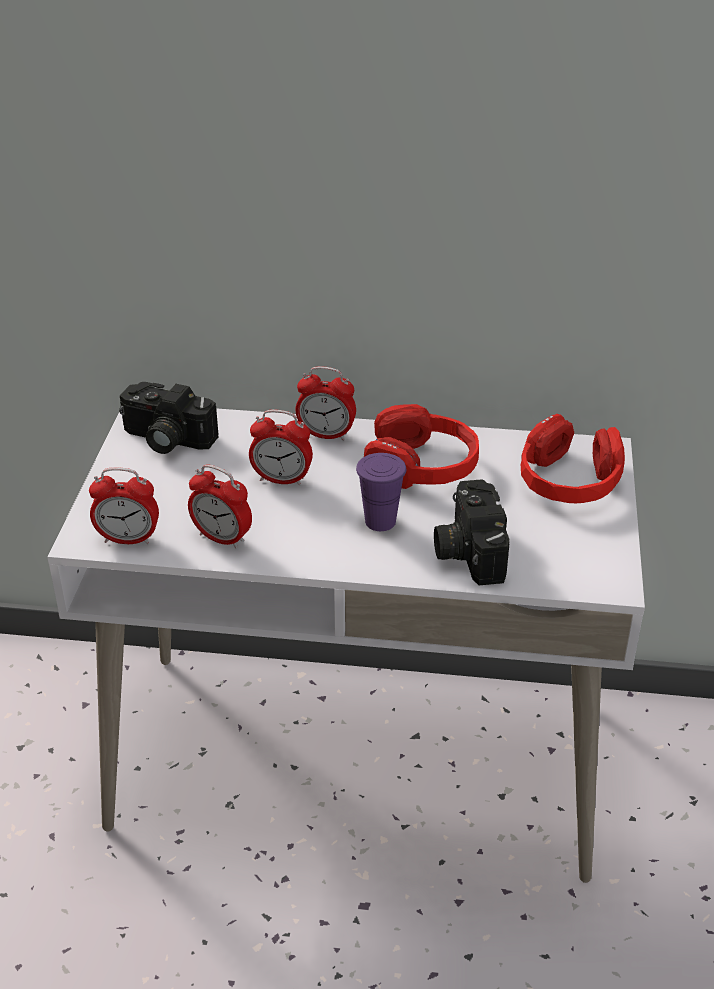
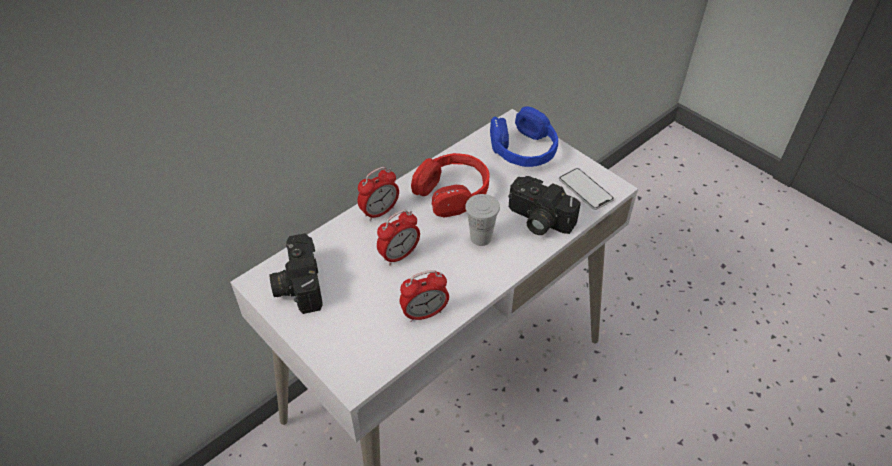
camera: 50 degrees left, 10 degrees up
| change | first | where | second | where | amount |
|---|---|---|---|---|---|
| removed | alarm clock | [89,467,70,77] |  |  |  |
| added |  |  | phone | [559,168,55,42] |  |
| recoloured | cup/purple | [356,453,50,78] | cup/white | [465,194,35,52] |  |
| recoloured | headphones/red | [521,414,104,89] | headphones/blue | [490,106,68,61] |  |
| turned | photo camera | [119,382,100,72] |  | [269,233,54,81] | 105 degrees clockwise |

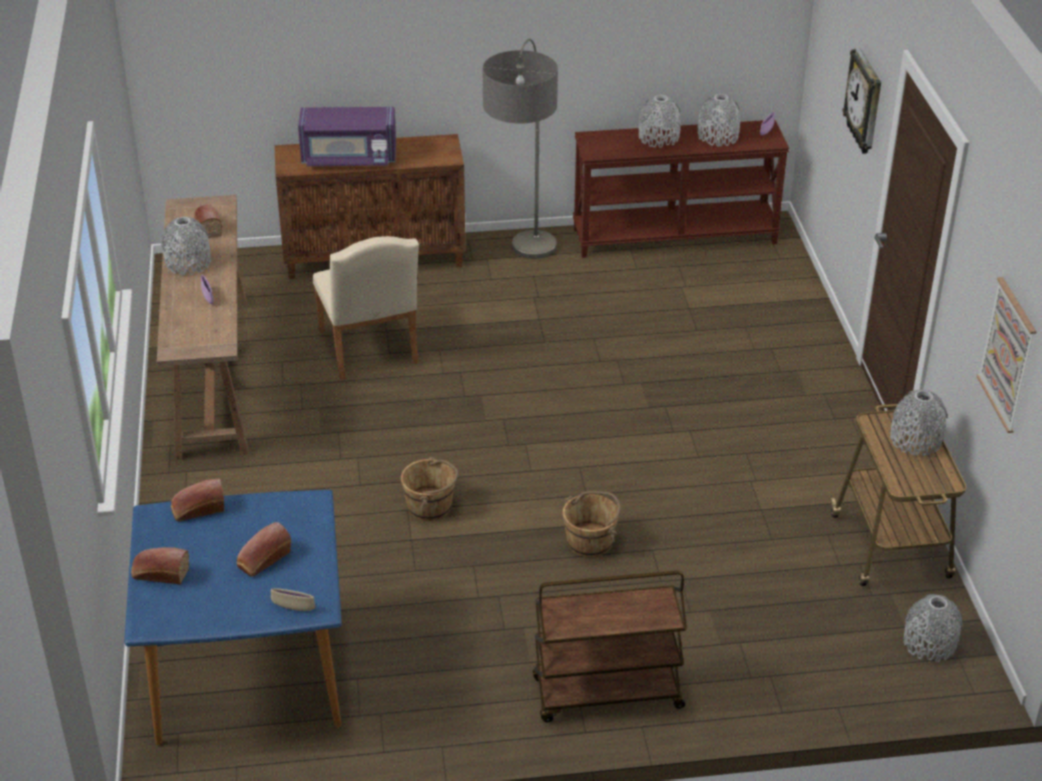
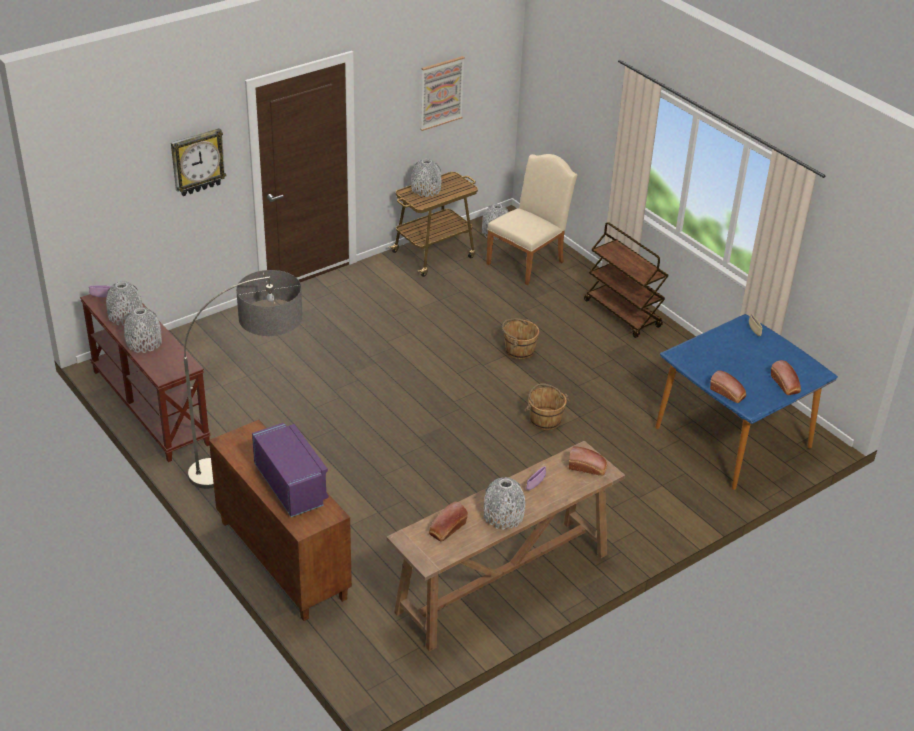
camera: 120 degrees left, 0 degrees up
| change | first | where | second | where | amount |
|---|---|---|---|---|---|
| moved | bread | [237,522,54,55] |  | [569,446,38,30] |  |
| moved | chair/beige | [313,236,106,143] |  | [486,154,91,131] |  |

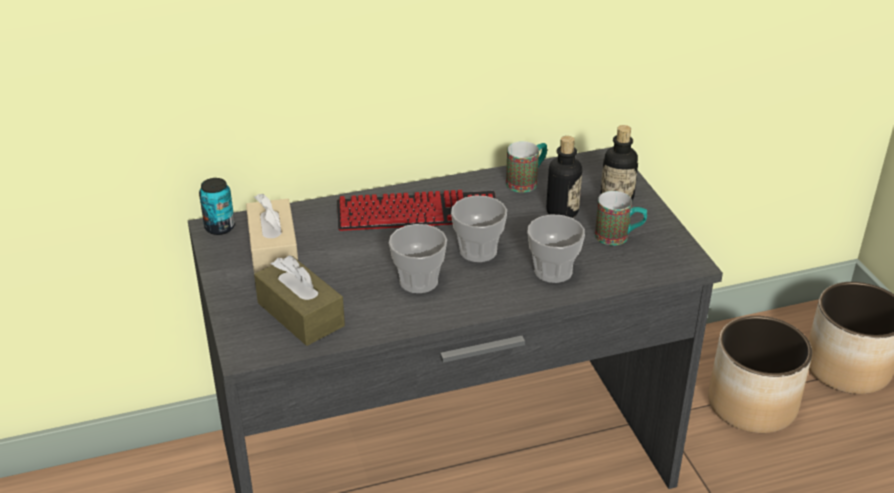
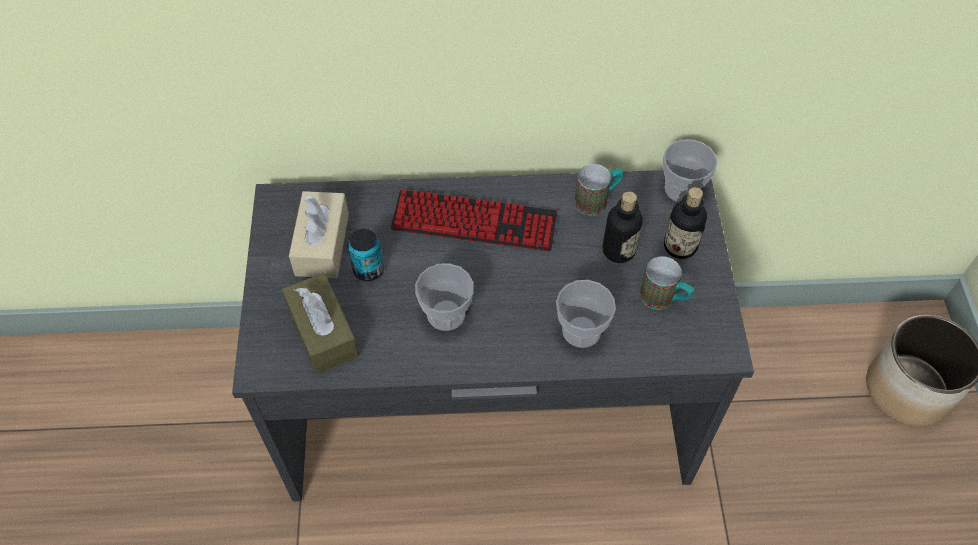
camera: 15 degrees right, 20 degrees up
| change | first | where | second | where | amount |
|---|---|---|---|---|---|
| removed | planter | [708,316,104,117] |  |  |  |
| moved | can | [199,178,36,57] |  | [348,229,36,52] |  |
| moved | cup | [451,196,56,66] |  | [663,139,55,63] |  |

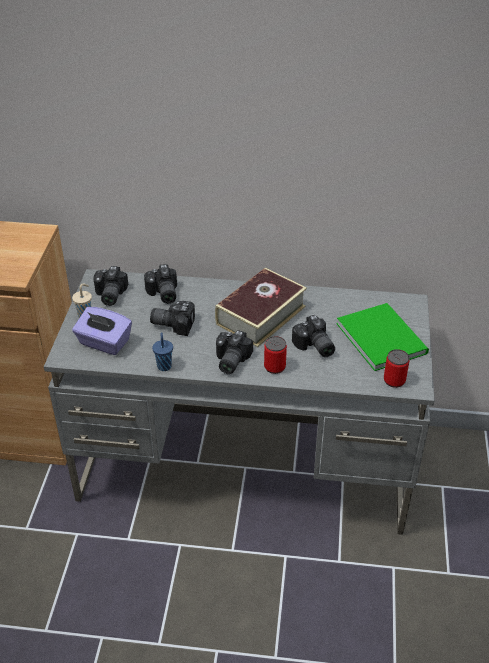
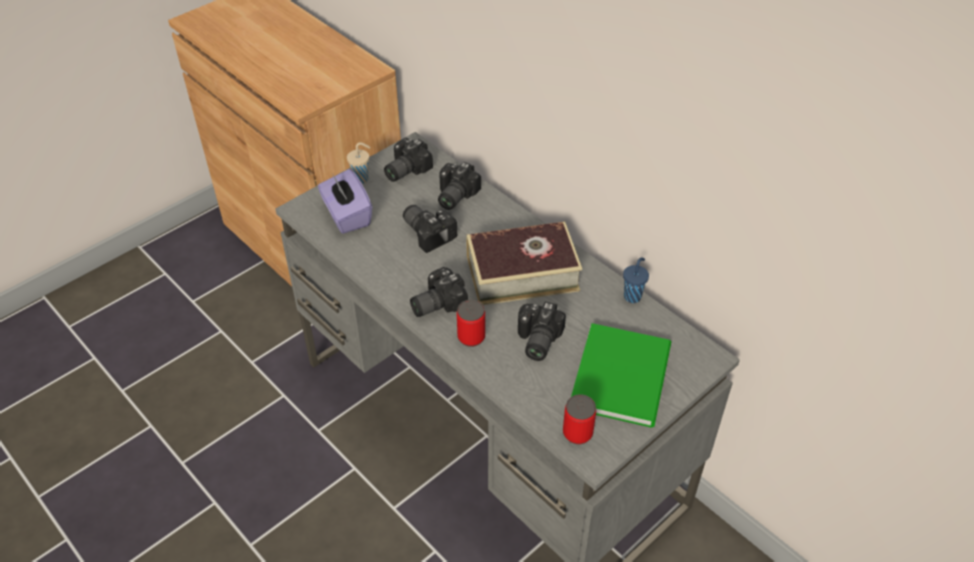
camera: 40 degrees right, 5 degrees up
| change | first | where | second | where | amount |
|---|---|---|---|---|---|
| moved | cup/blue | [152,332,21,39] |  | [623,257,26,46] |  |

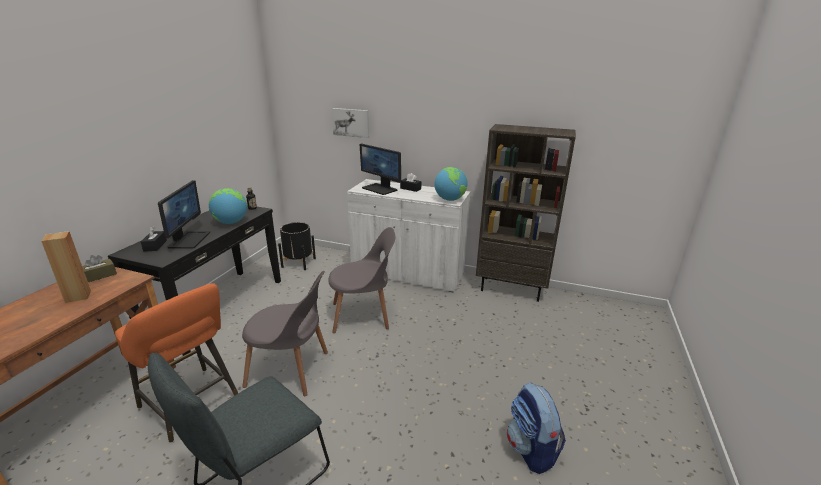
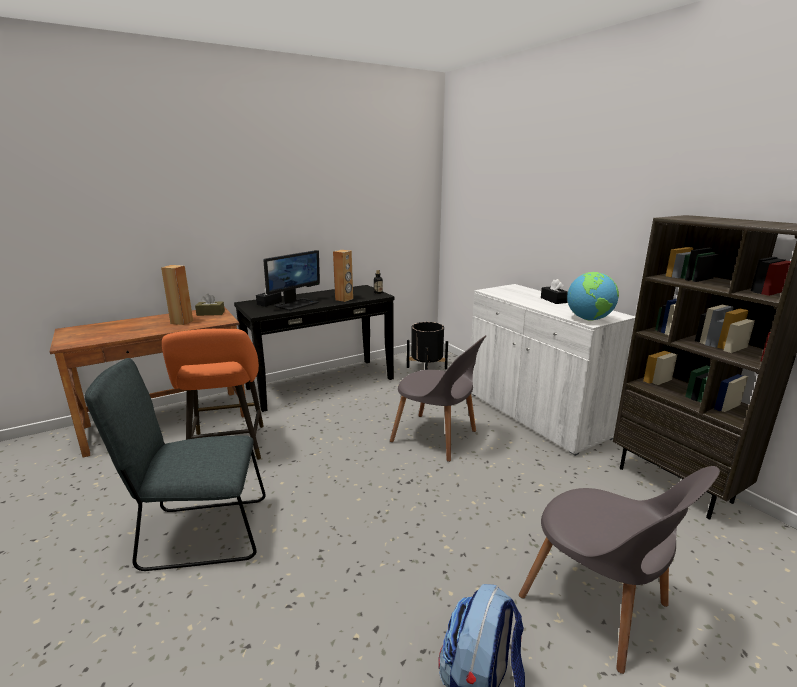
camera: 40 degrees right, 5 degrees down
| change | first | where | second | where | amount |
|---|---|---|---|---|---|
| removed | picture | [332,108,37,30] |  |  |  |
| removed | monitor | [360,143,41,52] |  |  |  |
| moved | chair/grey | [242,271,86,125] |  | [519,466,201,208] |  |
| replaced | globe | [209,188,38,36] | speaker/brown | [333,250,20,52] |  |

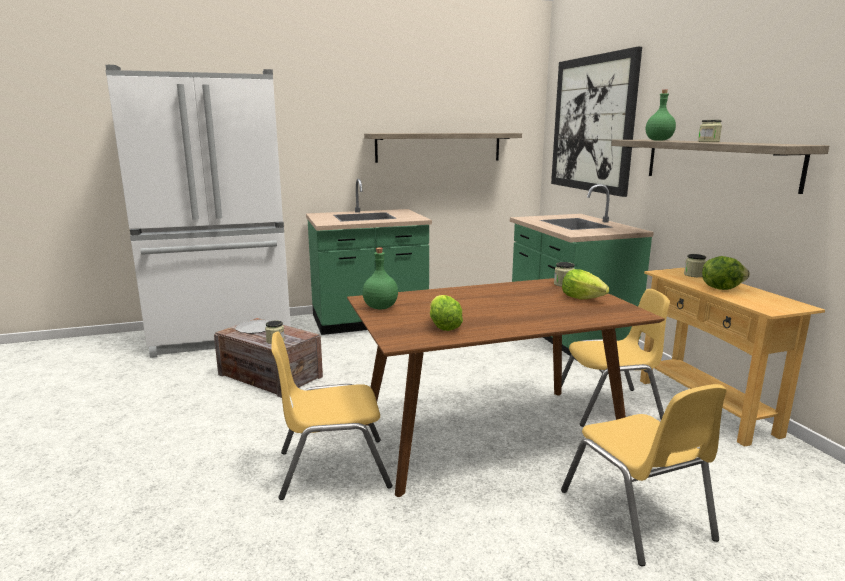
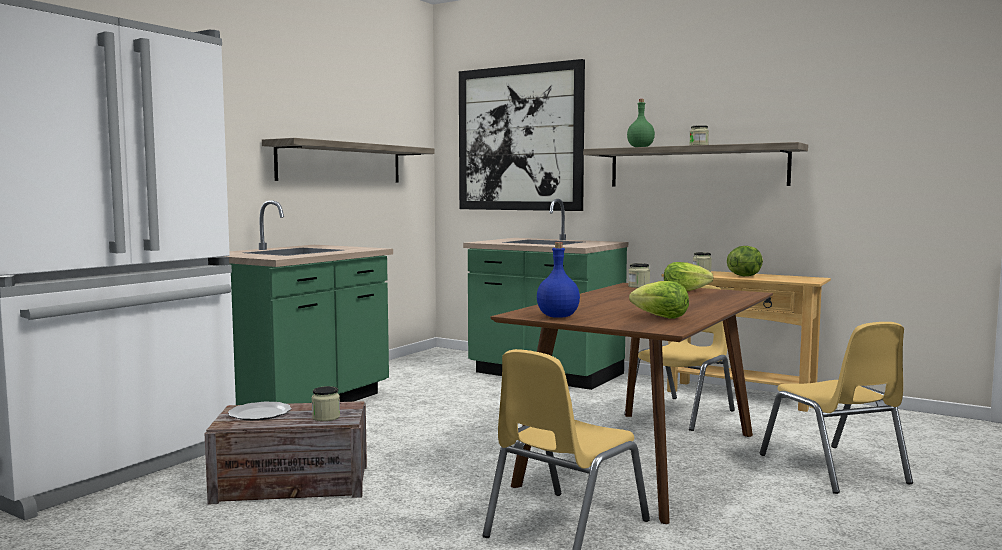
camera: 40 degrees left, 10 degrees down
| change | first | where | second | where | amount |
|---|---|---|---|---|---|
| recoloured | bottle/green | [363,248,35,62] | bottle/blue | [537,242,43,76] |  |
| turned | chair/yellow | [561,384,166,182] |  | [760,322,153,172] | 45 degrees clockwise |

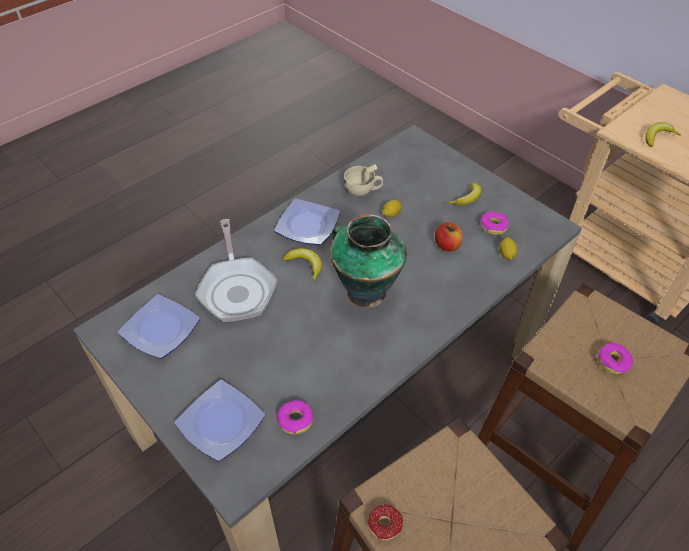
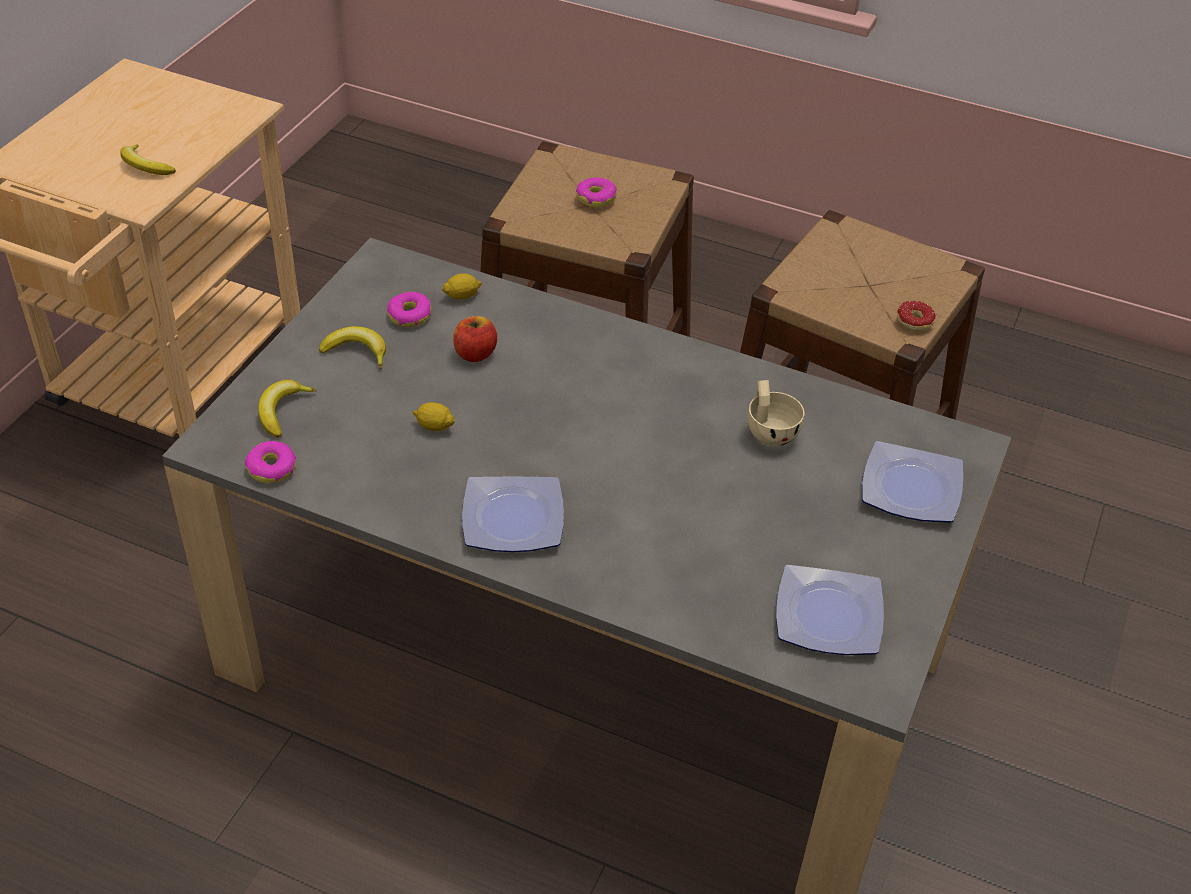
camera: 115 degrees left, 5 degrees down
| change | first | where | second | where | amount |
|---|---|---|---|---|---|
| removed | frying pan | [195,219,82,103] |  |  |  |
| removed | vase | [330,215,77,93] |  |  |  |
| moved | donut | [277,400,36,35] |  | [245,441,51,42] |  |
| moved | banana | [283,248,39,34] |  | [258,380,58,58] |  |
| moved | cup/beige | [344,164,39,32] |  | [748,380,57,66] |  |

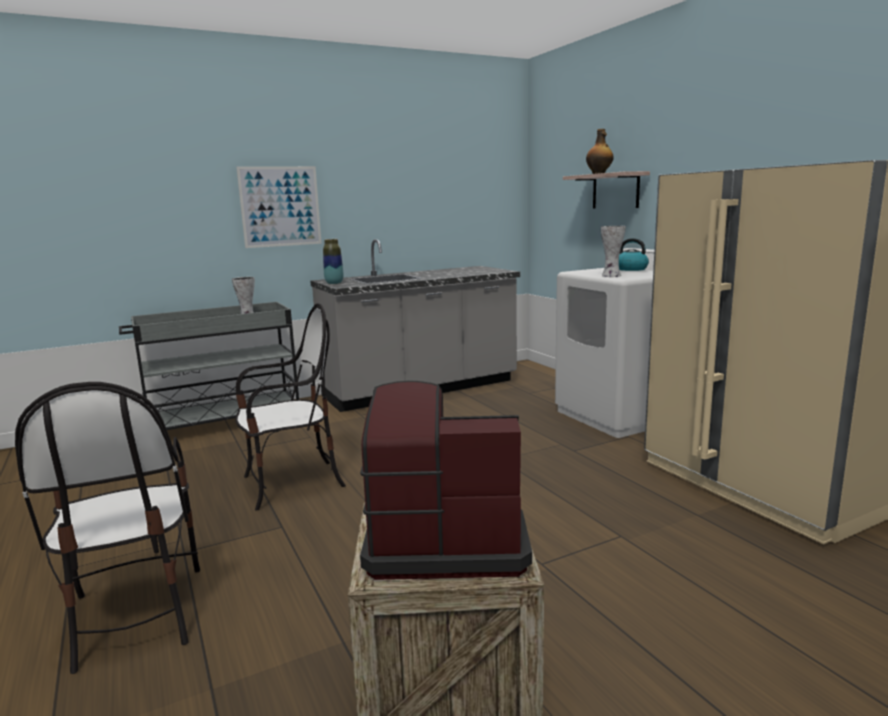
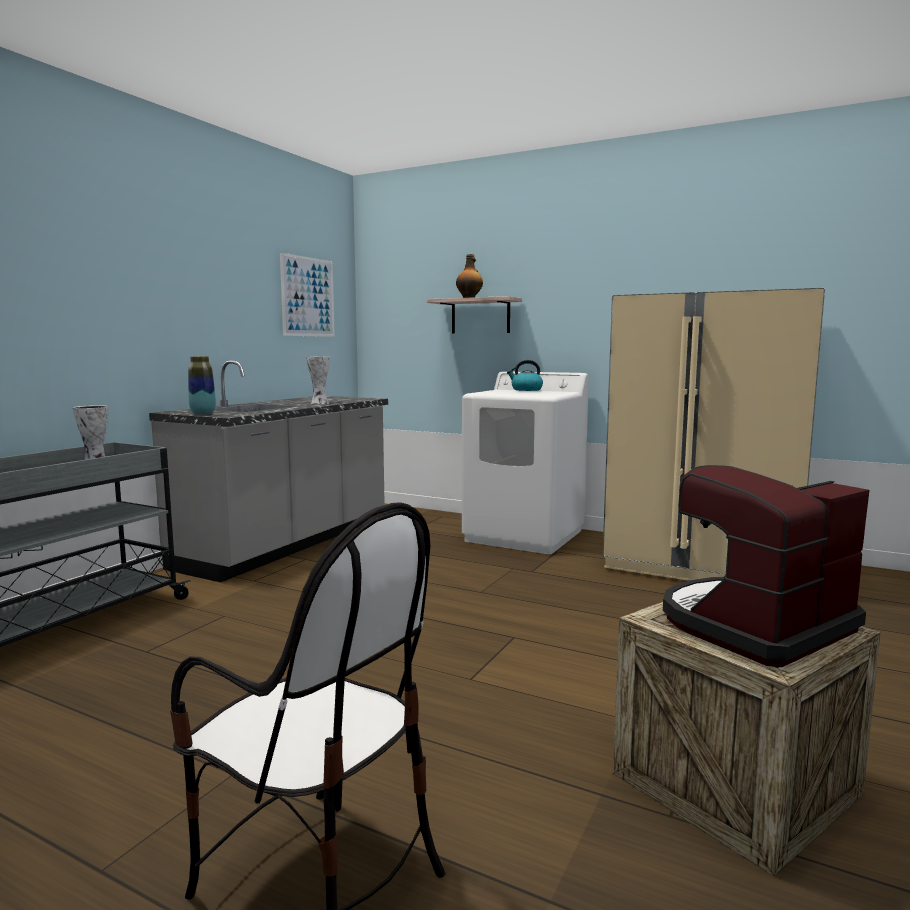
camera: 35 degrees left, 5 degrees down
| change | first | where | second | where | amount |
|---|---|---|---|---|---|
| removed | chair | [235,303,111,208] |  |  |  |
| moved | picture | [236,166,86,82] |  | [280,253,55,84] |  |
| moved | vase | [601,226,25,51] |  | [307,356,23,48] |  |

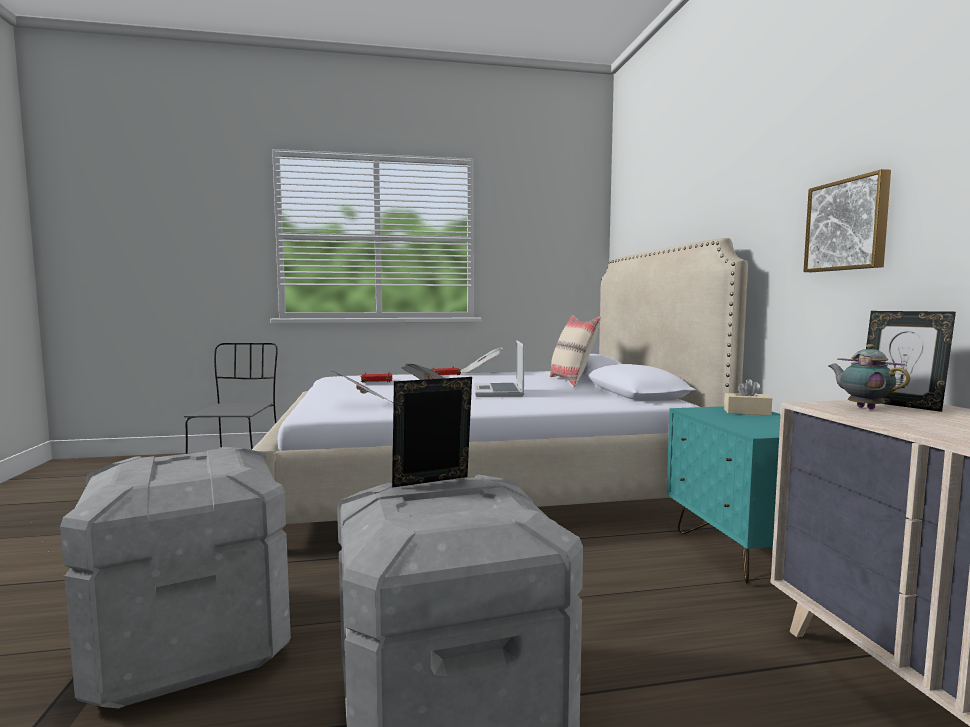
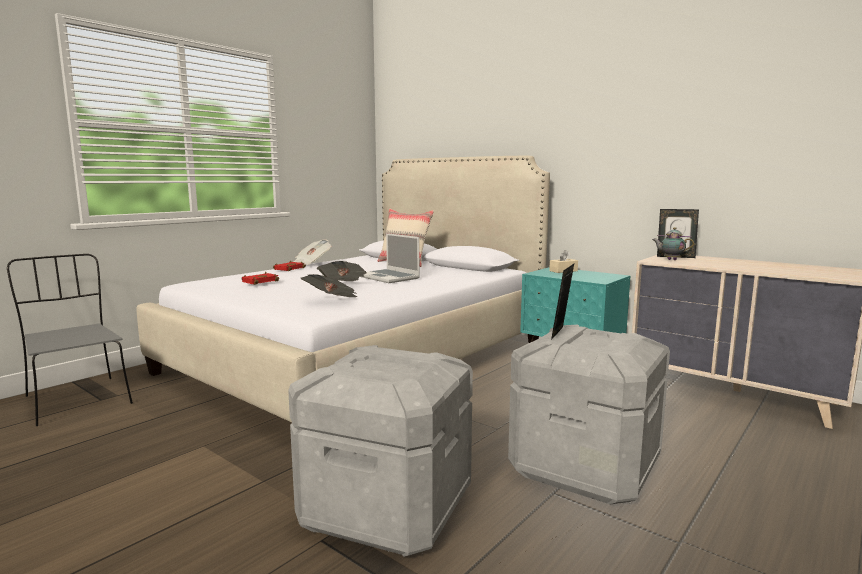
camera: 40 degrees left, 5 degrees up
| change | first | where | second | where | amount |
|---|---|---|---|---|---|
| removed | picture | [803,169,88,103] |  |  |  |

